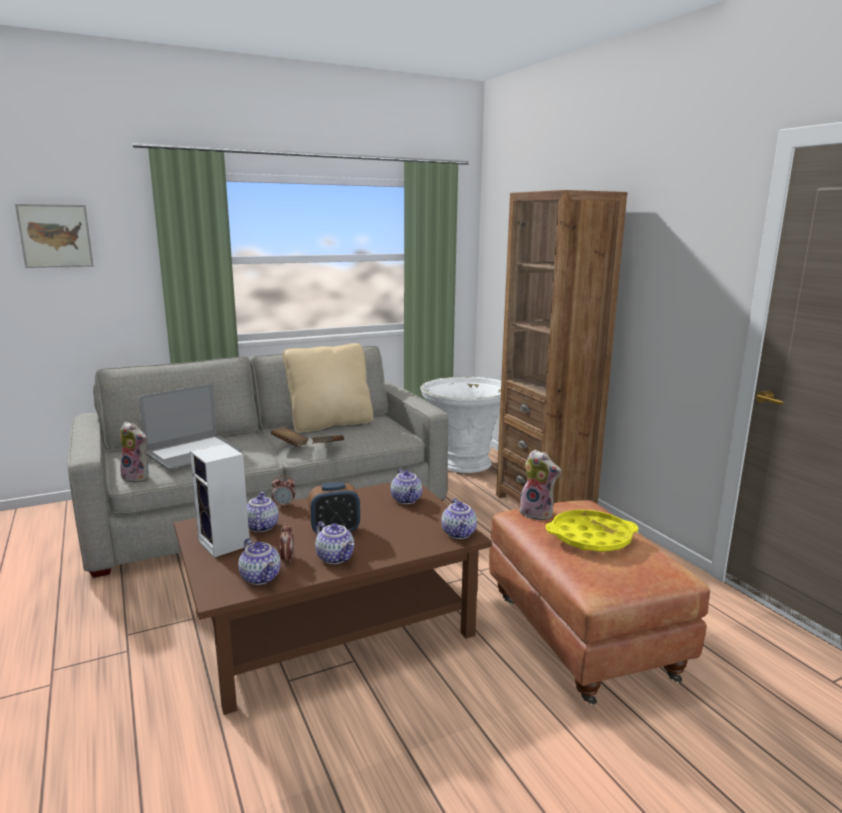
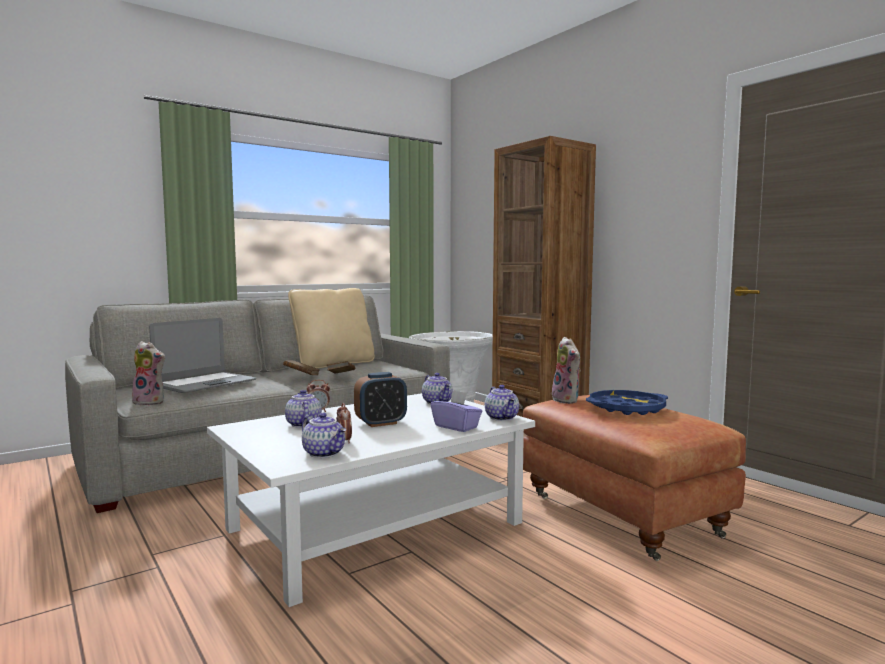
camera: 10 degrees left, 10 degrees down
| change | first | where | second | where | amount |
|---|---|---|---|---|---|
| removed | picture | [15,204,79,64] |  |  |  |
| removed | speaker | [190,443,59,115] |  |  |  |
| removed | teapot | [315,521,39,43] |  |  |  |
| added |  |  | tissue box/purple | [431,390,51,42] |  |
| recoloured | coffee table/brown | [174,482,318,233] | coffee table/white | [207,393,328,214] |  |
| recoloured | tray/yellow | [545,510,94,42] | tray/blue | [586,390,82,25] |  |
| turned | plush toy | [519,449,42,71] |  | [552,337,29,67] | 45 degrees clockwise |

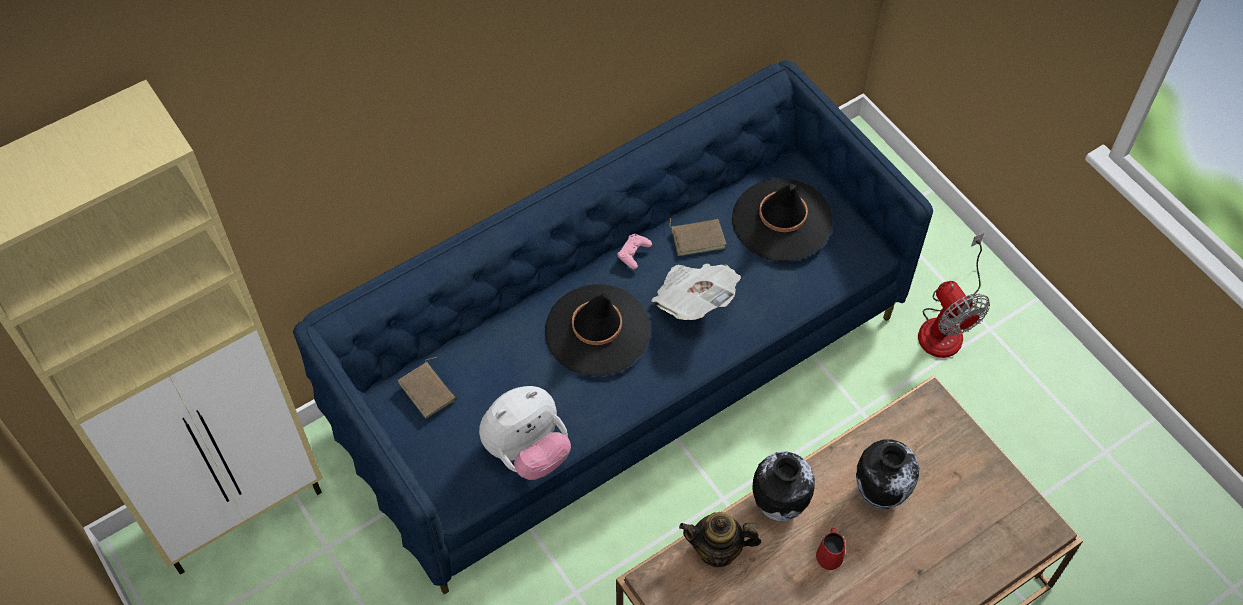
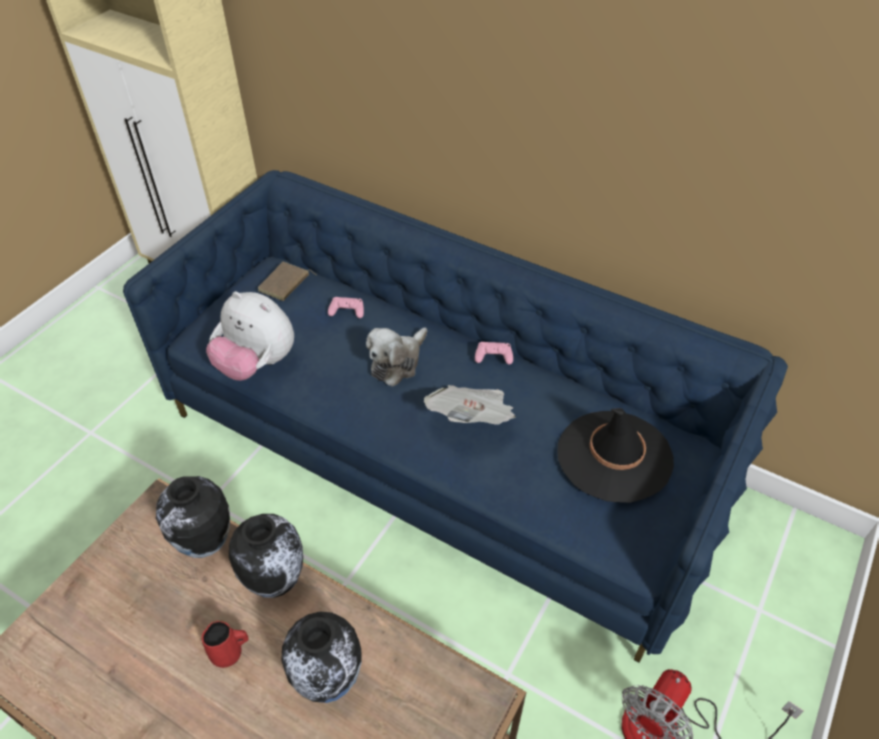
camera: 65 degrees right, 10 degrees down
| change | first | where | second | where | amount |
|---|---|---|---|---|---|
| removed | book/brown | [669,218,57,38] |  |  |  |
| added |  |  | game controller/pink | [328,297,36,21] |  |
| replaced | hat/black | [545,284,105,93] | plush toy | [366,327,61,60] |  |
| replaced | teapot | [679,512,82,55] | vase | [156,476,74,82] |  |

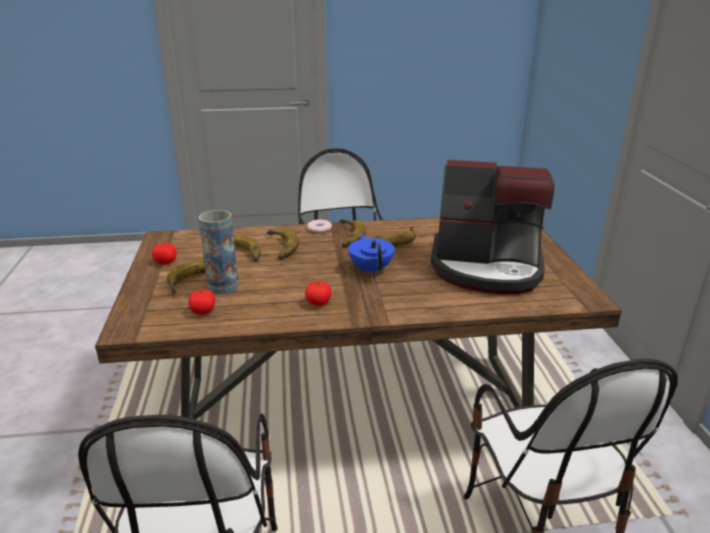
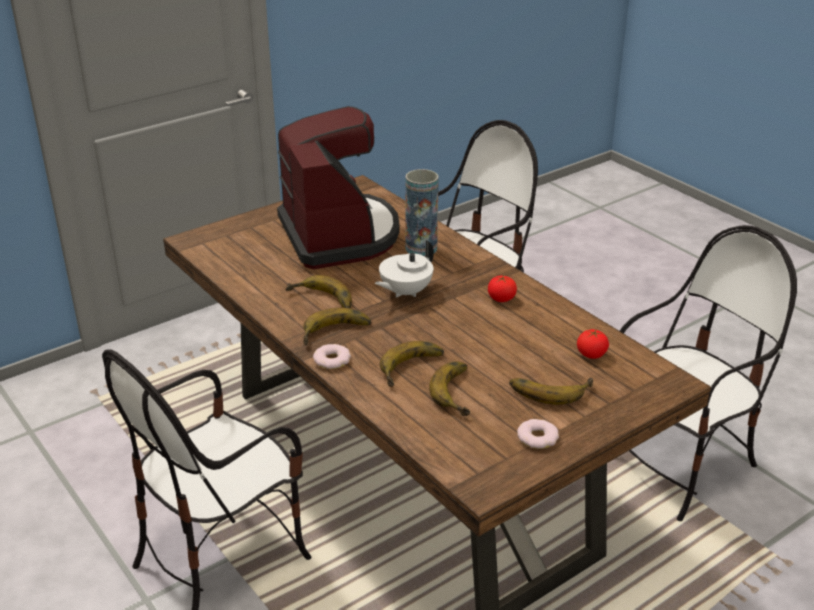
camera: 120 degrees left, 5 degrees up
| change | first | where | second | where | amount |
|---|---|---|---|---|---|
| moved | vase | [199,210,40,84] |  | [405,169,34,88] |  |
| replaced | tomato | [151,243,26,21] | donut | [517,419,42,30] |  |
| recoloured | teapot/blue | [348,234,47,41] | teapot/white | [375,241,59,57] |  |

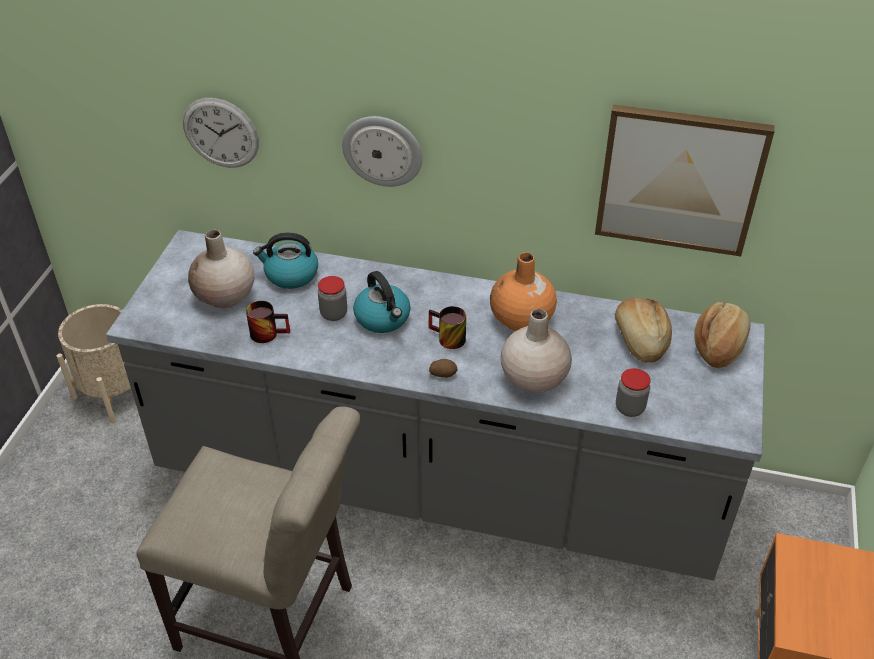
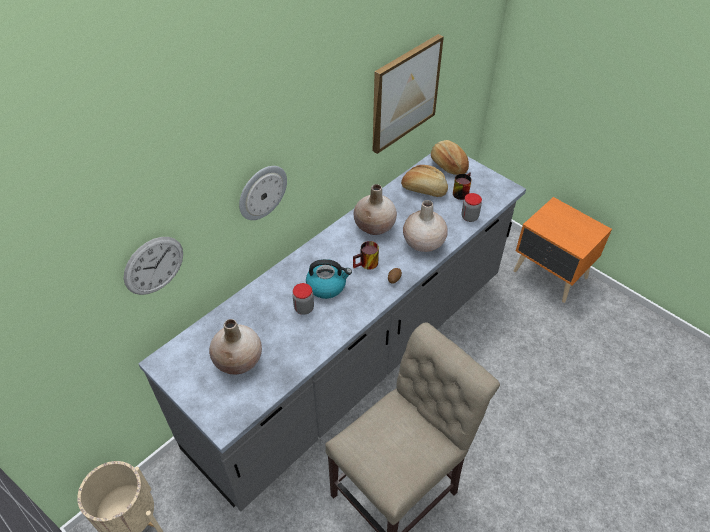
camera: 60 degrees left, 5 degrees up
| change | first | where | second | where | amount |
|---|---|---|---|---|---|
| removed | kettle | [253,232,65,57] |  |  |  |
| moved | mug | [246,301,44,42] |  | [453,172,19,28] |  |
| recoloured | vase/orange | [490,253,67,78] | vase/beige | [354,184,43,51] |  |

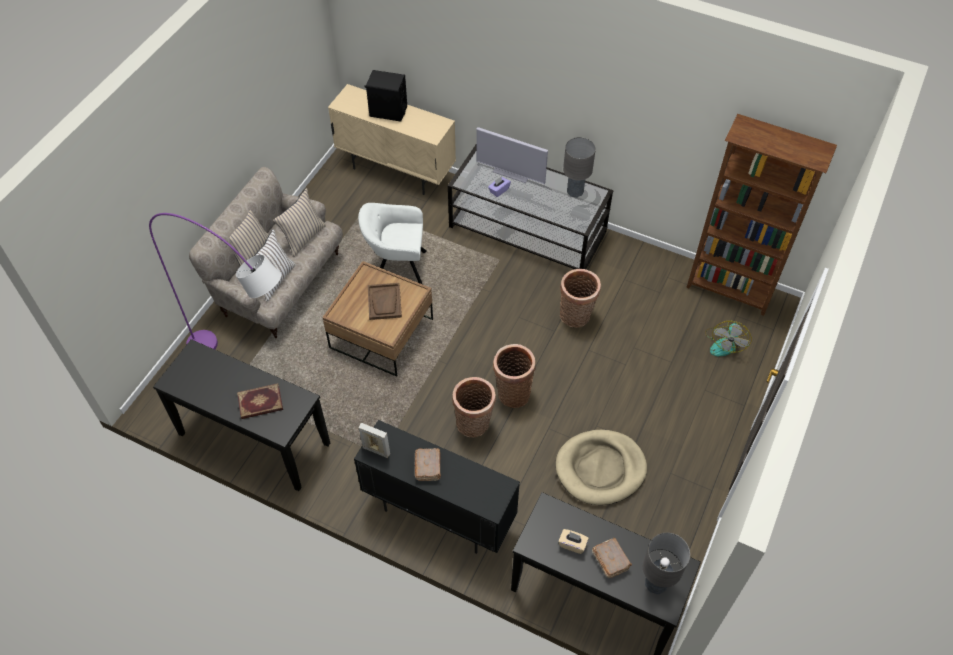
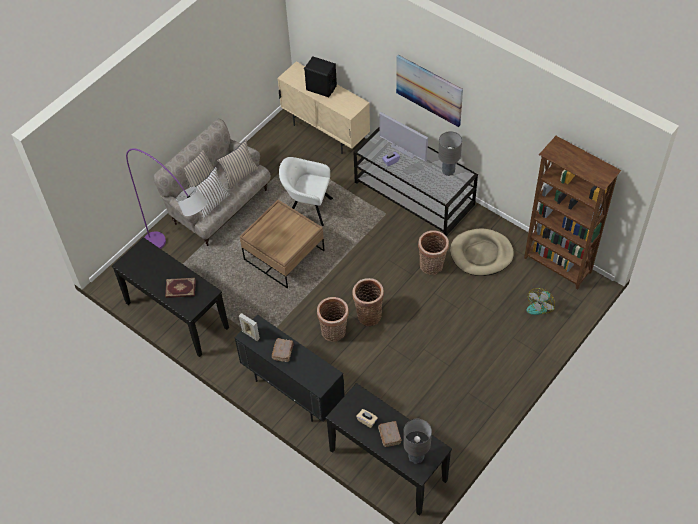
camera: 15 degrees right, 0 degrees up
| change | first | where | second | where | amount |
|---|---|---|---|---|---|
| removed | tray/brown | [368,283,34,37] |  |  |  |
| added |  |  | picture | [396,55,67,72] |  |
| moved | dog bed/beige | [556,430,91,75] |  | [450,229,64,47] |  |

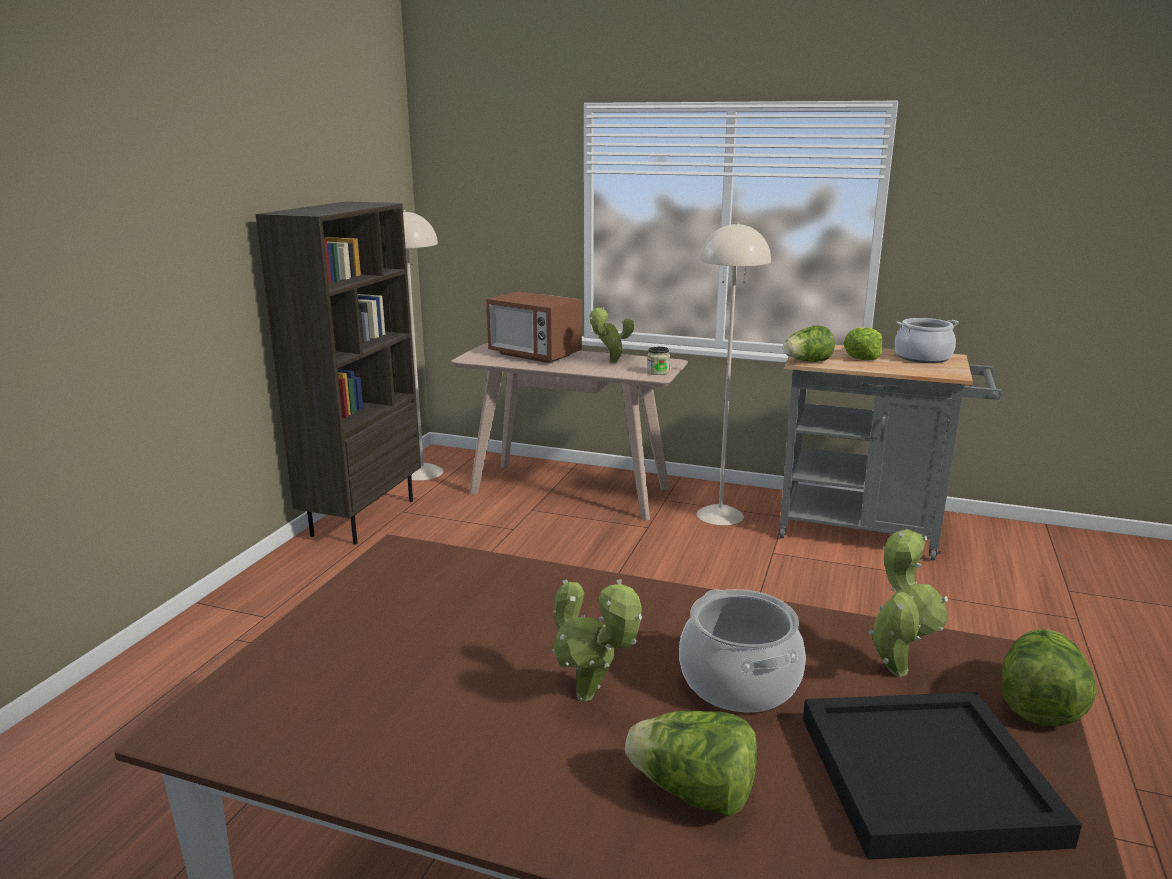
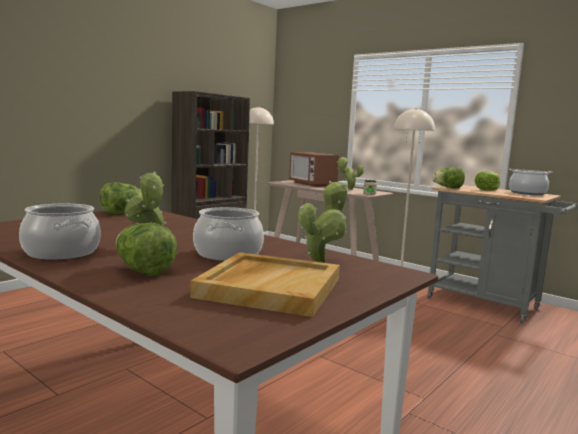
camera: 20 degrees right, 10 degrees down
| change | first | where | second | where | amount |
|---|---|---|---|---|---|
| added |  |  | cooking pot | [19,204,82,56] |  |
| moved | lettuce | [1001,629,96,97] |  | [100,182,42,32] |  |
| recoloured | tray/black | [803,692,279,168] | tray/beige | [190,252,150,65] |  |

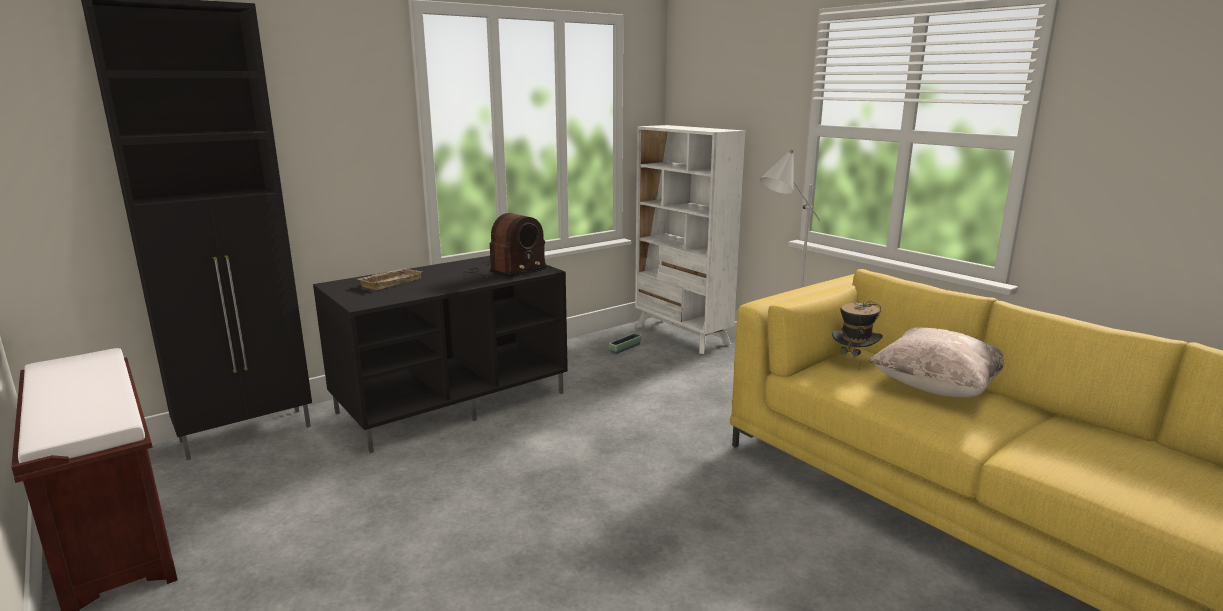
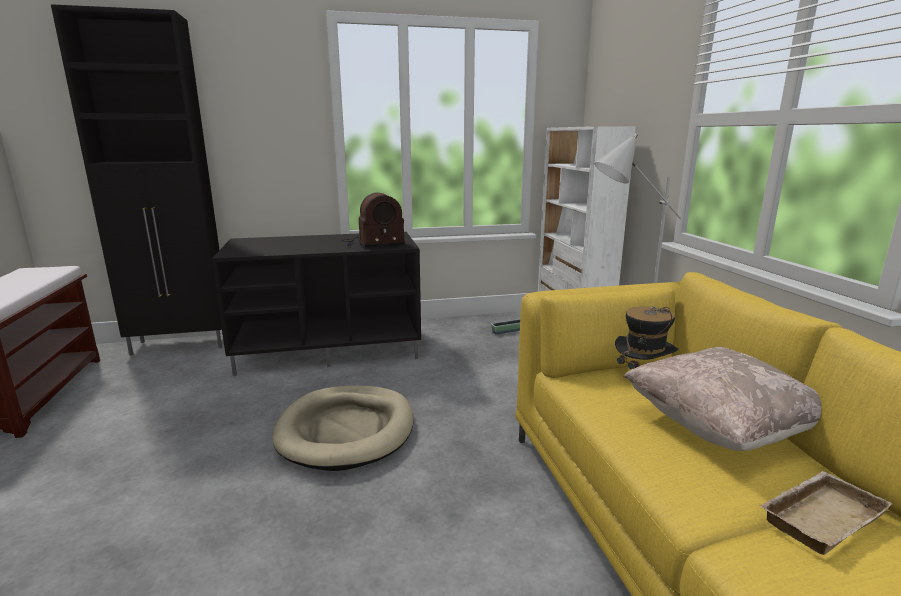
camera: 25 degrees right, 0 degrees up
| change | first | where | second | where | amount |
|---|---|---|---|---|---|
| added |  |  | dog bed/beige | [272,386,142,85] |  |
| moved | tray/beige | [358,268,64,22] |  | [760,471,133,84] |  |

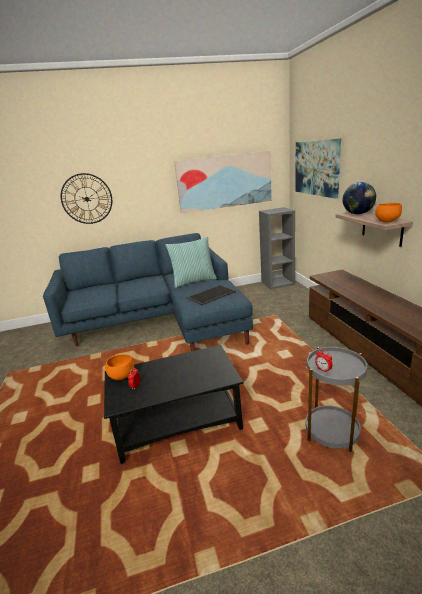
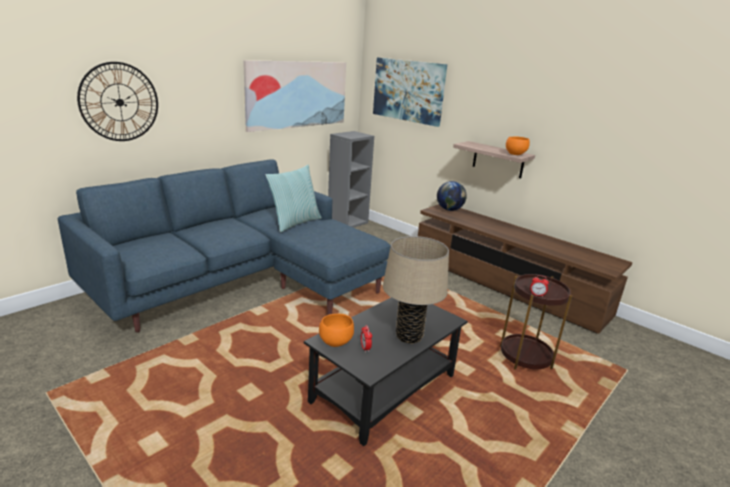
camera: 35 degrees left, 0 degrees up
| change | first | where | second | where | amount |
|---|---|---|---|---|---|
| removed | tray | [187,285,49,20] |  |  |  |
| added |  |  | table lamp/beige | [383,236,66,108] |  |
| moved | globe | [342,182,34,32] |  | [437,181,30,30] |  |
| recoloured | side table/grey | [306,347,61,105] | side table/brown | [500,274,72,96] |  |

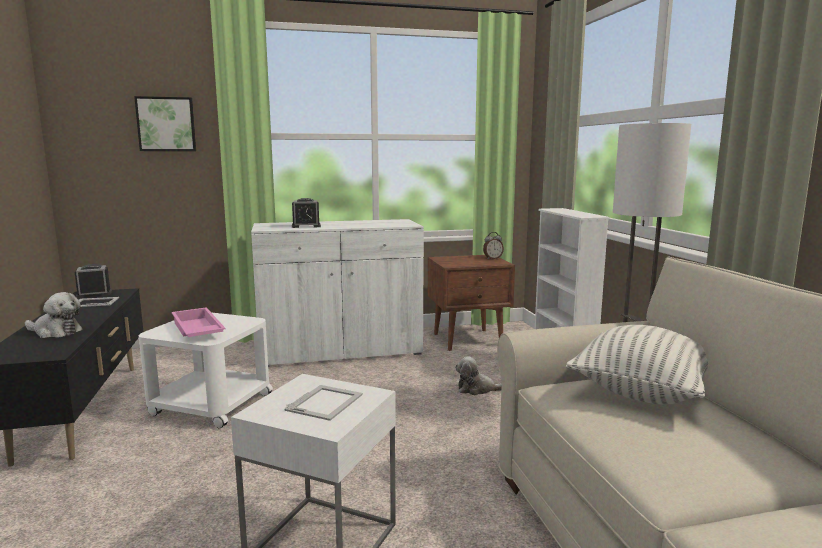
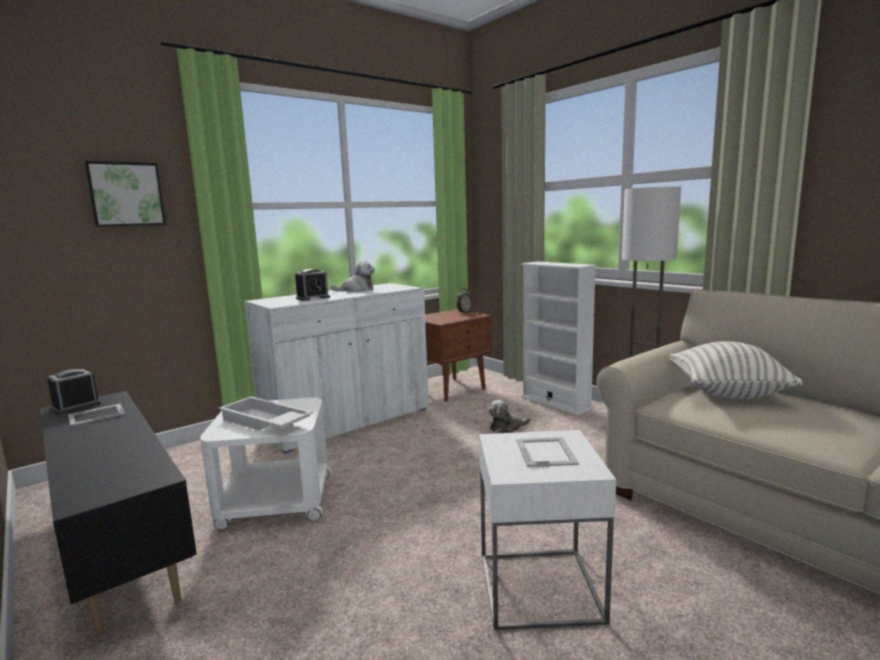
camera: 25 degrees left, 0 degrees up
| change | first | where | second | where | amount |
|---|---|---|---|---|---|
| moved | plush toy | [25,292,57,46] |  | [331,261,44,31] |  |
| recoloured | tray/pink | [172,307,53,30] | tray/white | [219,396,94,34] |  |

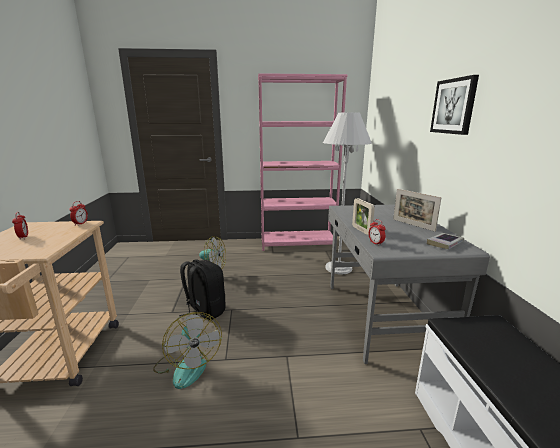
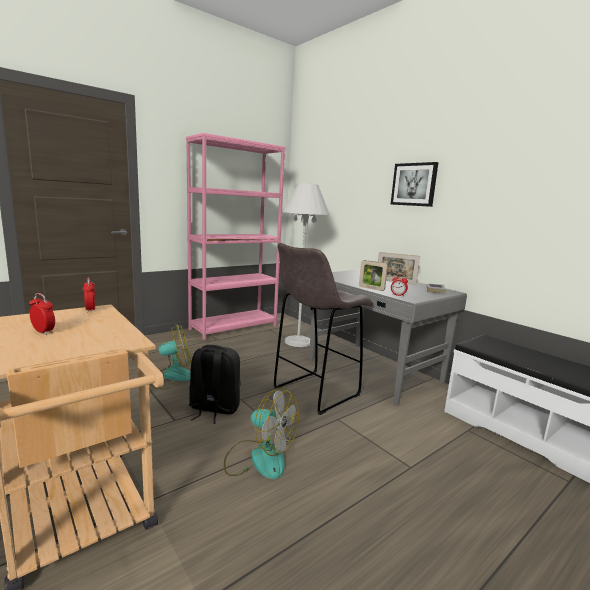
camera: 35 degrees left, 5 degrees down
| change | first | where | second | where | amount |
|---|---|---|---|---|---|
| added |  |  | stool/grey | [273,243,100,172] |  |

